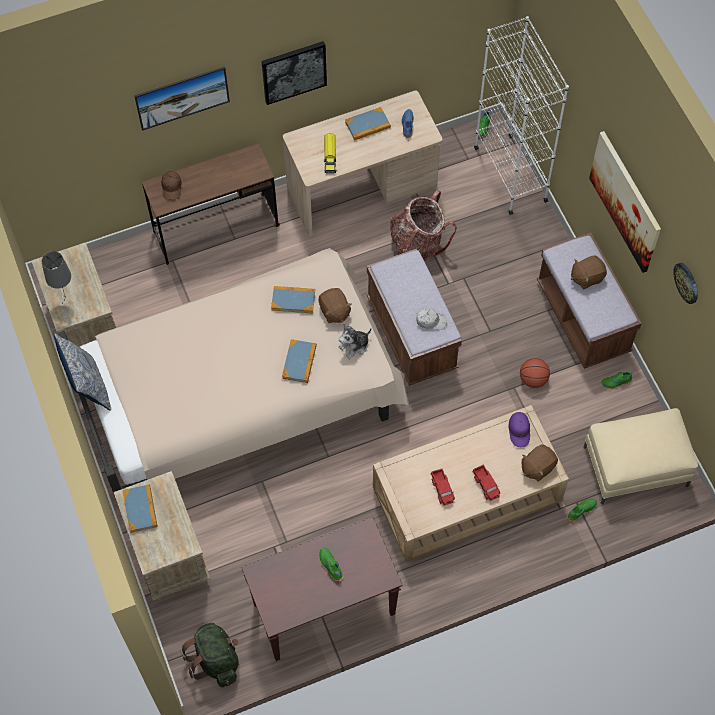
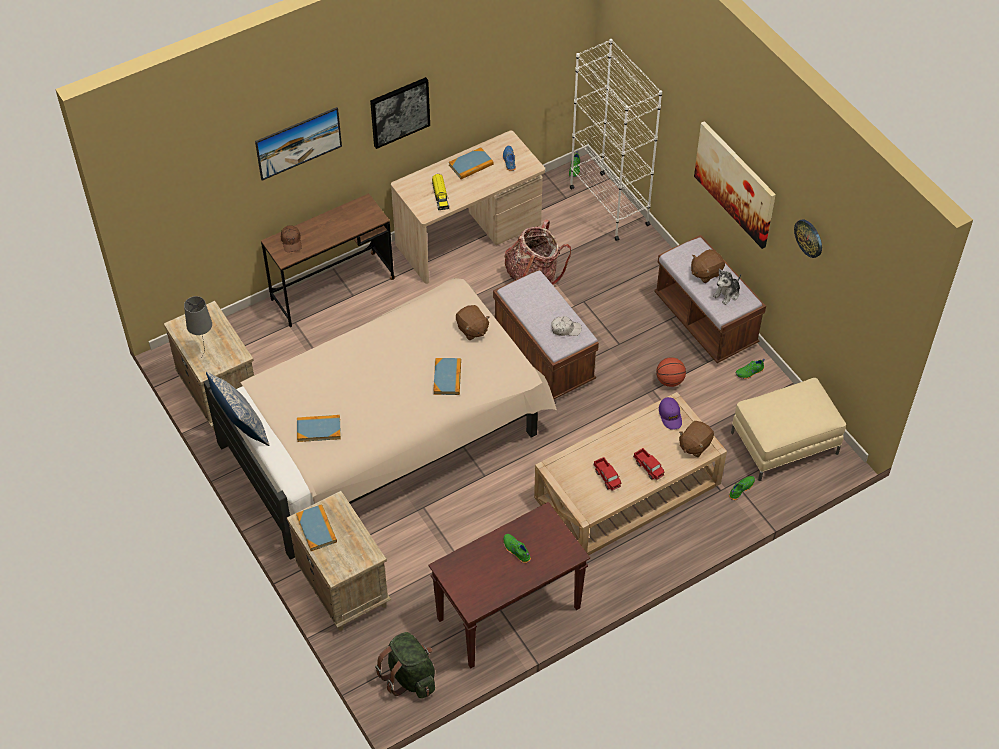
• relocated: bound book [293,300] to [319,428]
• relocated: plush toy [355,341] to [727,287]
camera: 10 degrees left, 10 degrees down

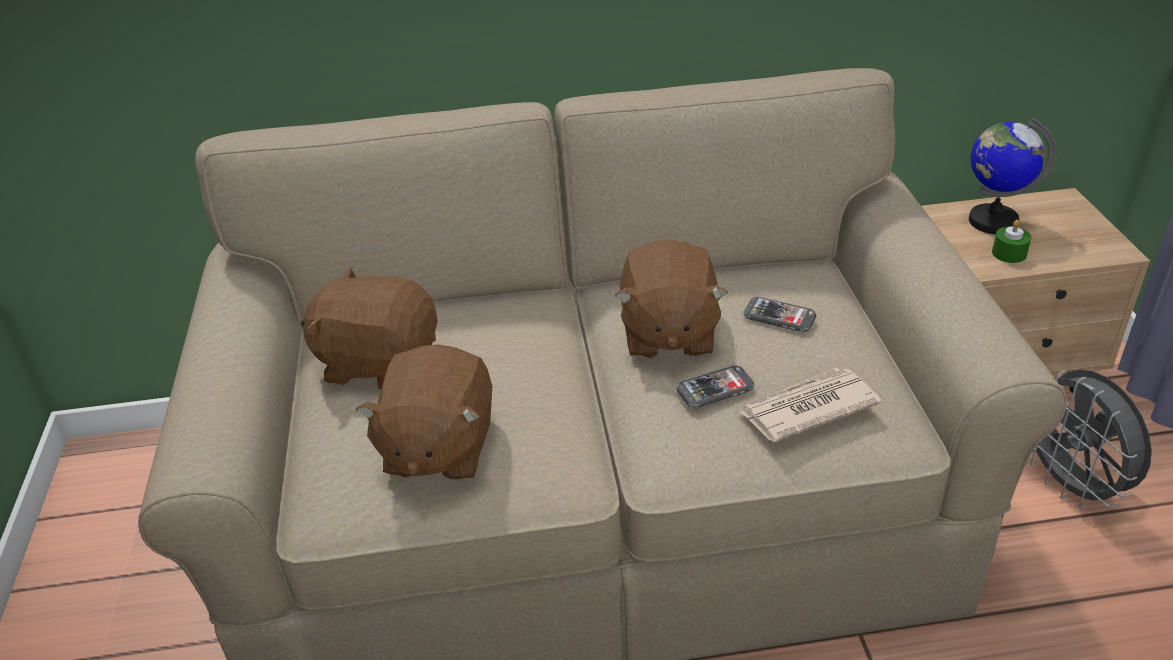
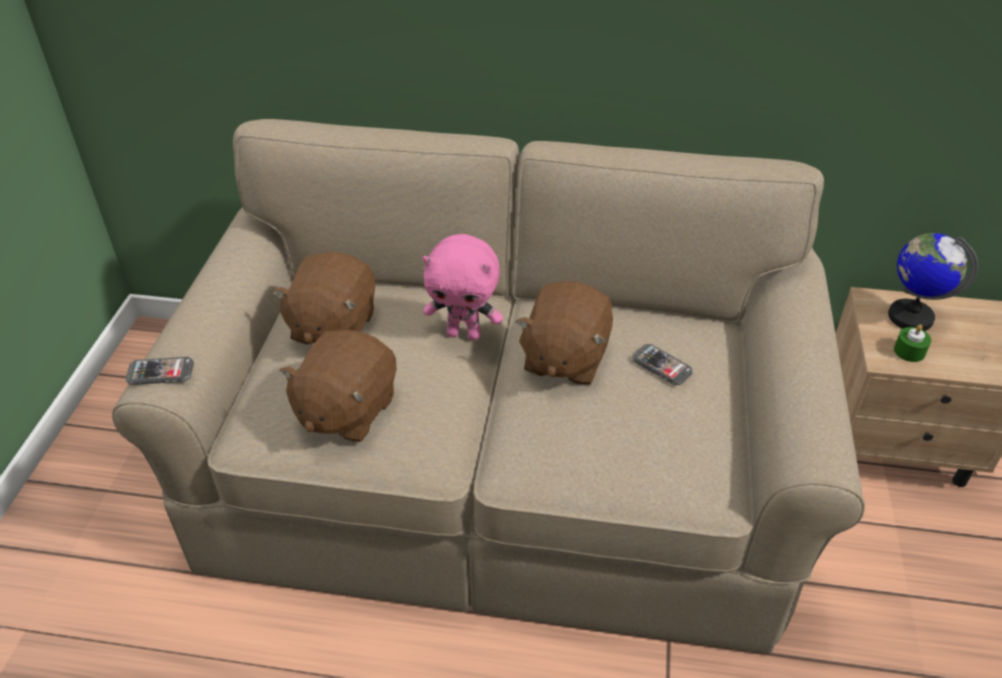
• missing: daily paper [810,405]
• missing: gray cooling fan [1091,438]
• appeared: pink-coloured plush toy [462,287]
• relocated: handset [715,386] to [160,371]
• spun: brown plush toy [369,328] = [324,298] 105 degrees counterclockwise
camera: 15 degrees right, 5 degrees up

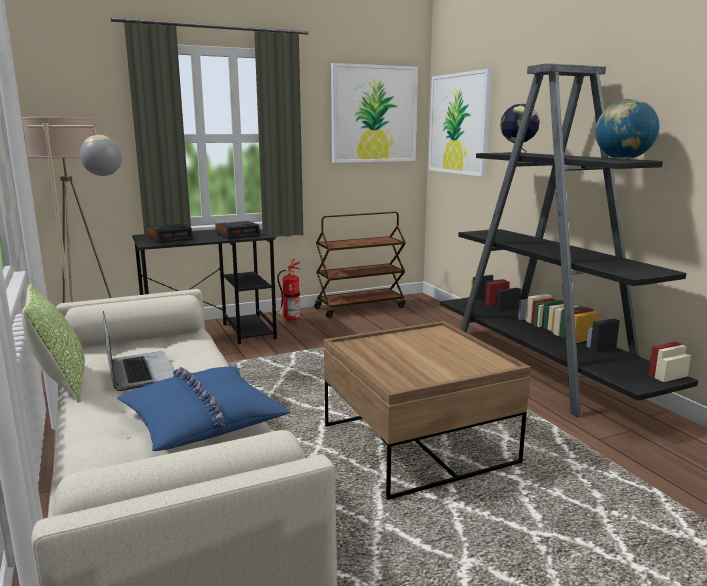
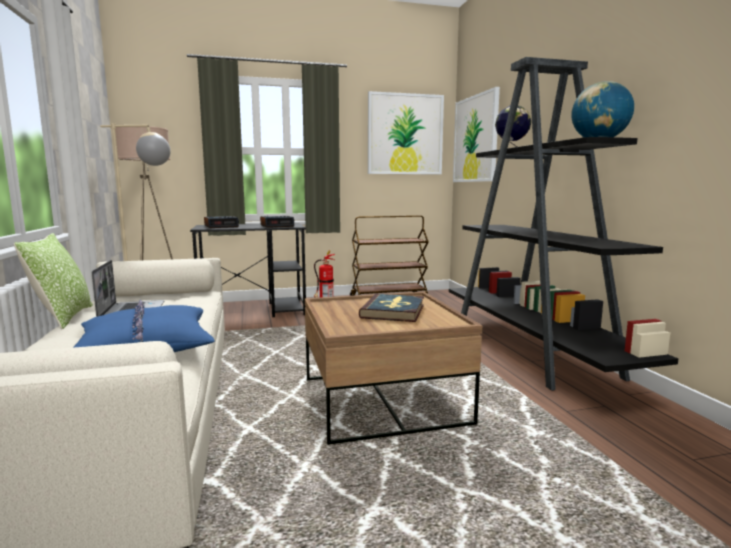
• appeared: bound book [391,308]
camera: 10 degrees right, 5 degrees down

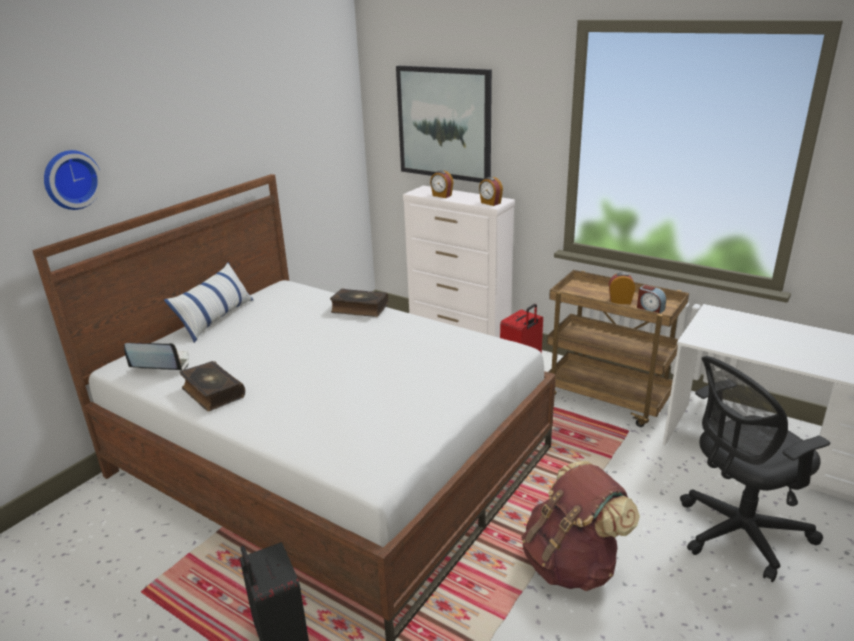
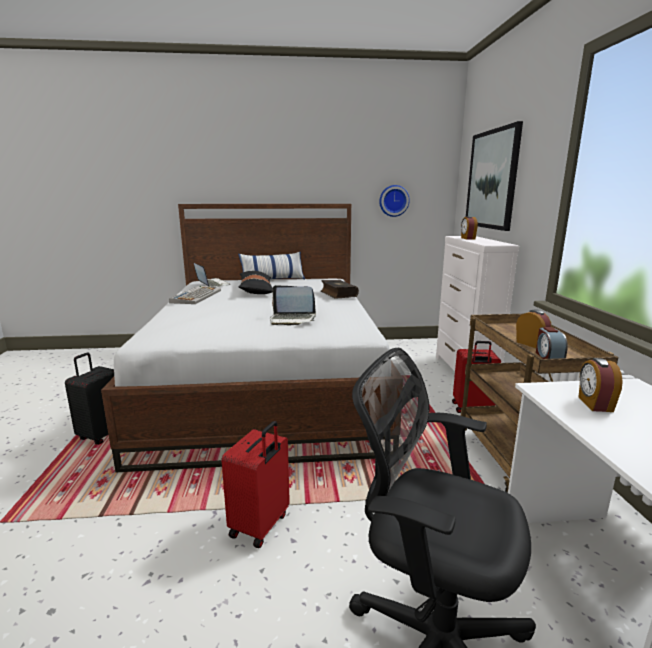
• appeared: black cushion [256,282]
• appeared: portable computer [293,305]
• relocated: hanging clock [73,180] to [394,201]
• relocated: table clock [491,191] to [601,385]
• exchanged: bound book [212,386] to PC keyboard [195,295]
• exchanged: brown backpack [580,526] to red-coloured suitcase [255,484]
camera: 50 degrees right, 10 degrees down

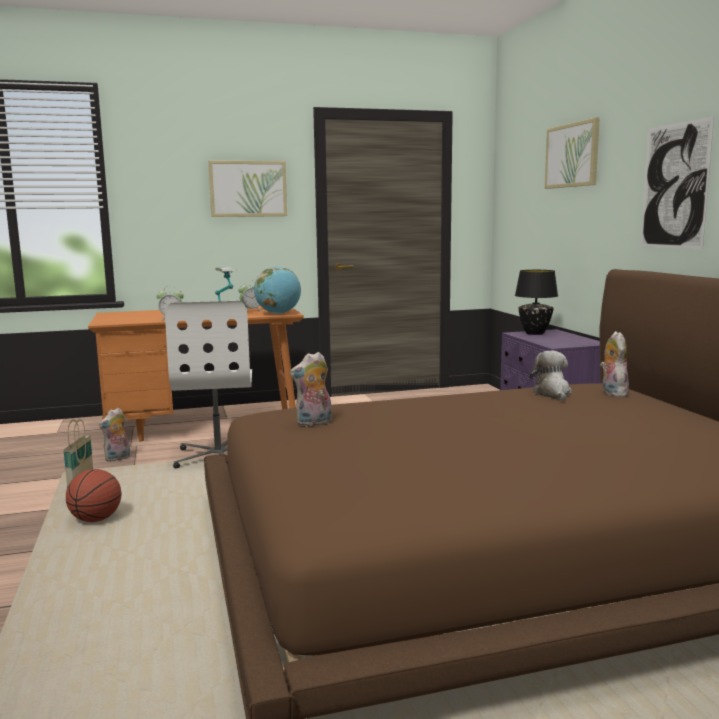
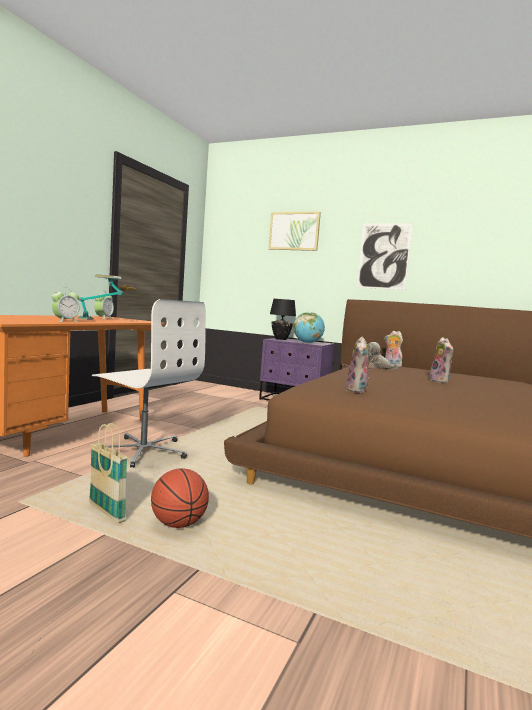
• missing: wall picture [247,188]
• relocated: plush toy [114,435] to [441,360]
• relocated: desk globe [277,290] to [309,327]
camera: 50 degrees left, 5 degrees down

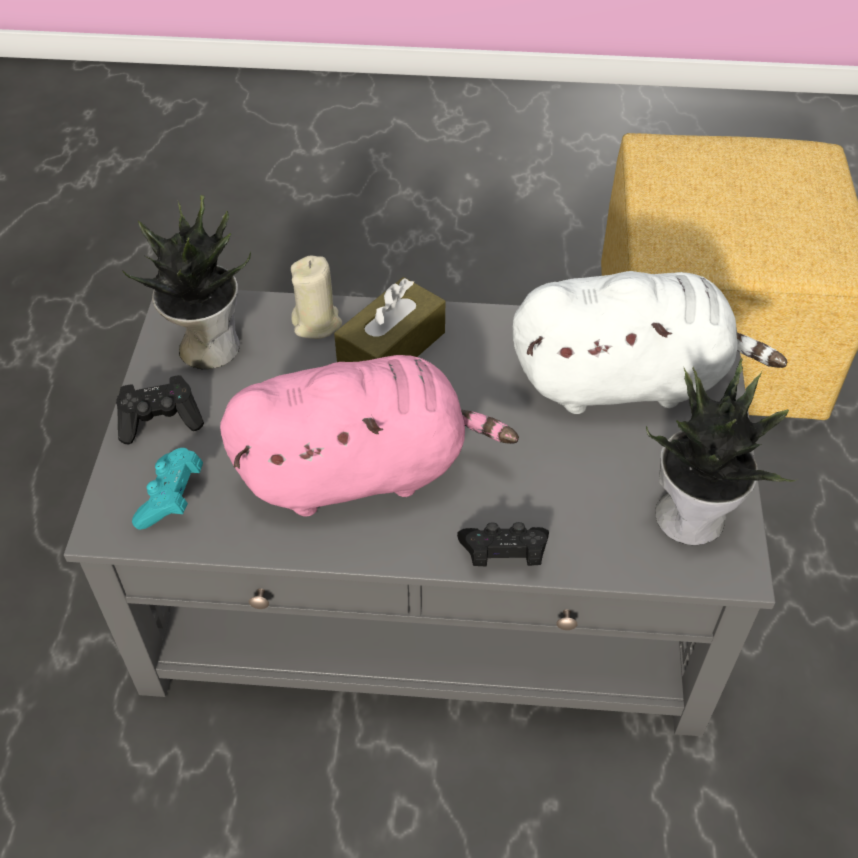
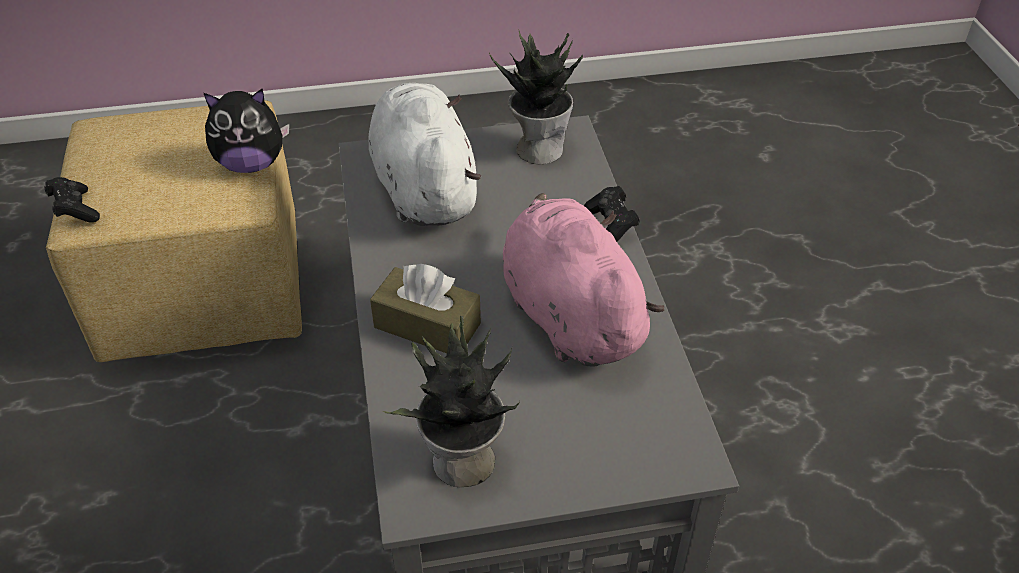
• missing: turquoise gamepad [167,489]
• missing: beige-coloured wax light [316,297]
• appeared: plush toy [247,131]
• relocated: black gamepad [160,409] to [72,200]
camera: 105 degrees left, 5 degrees down

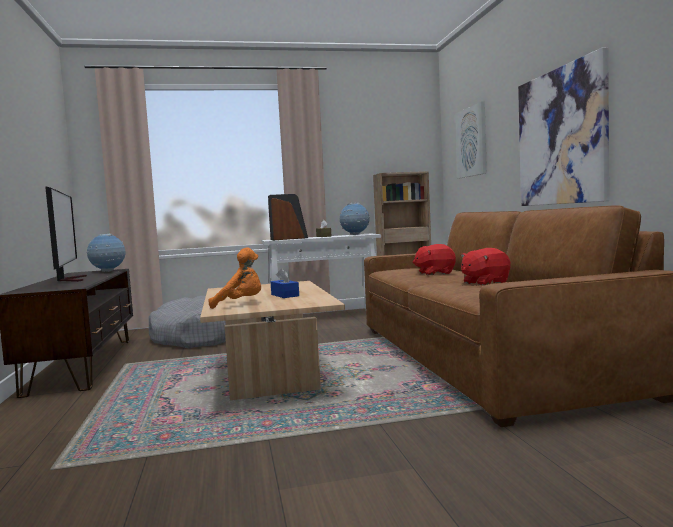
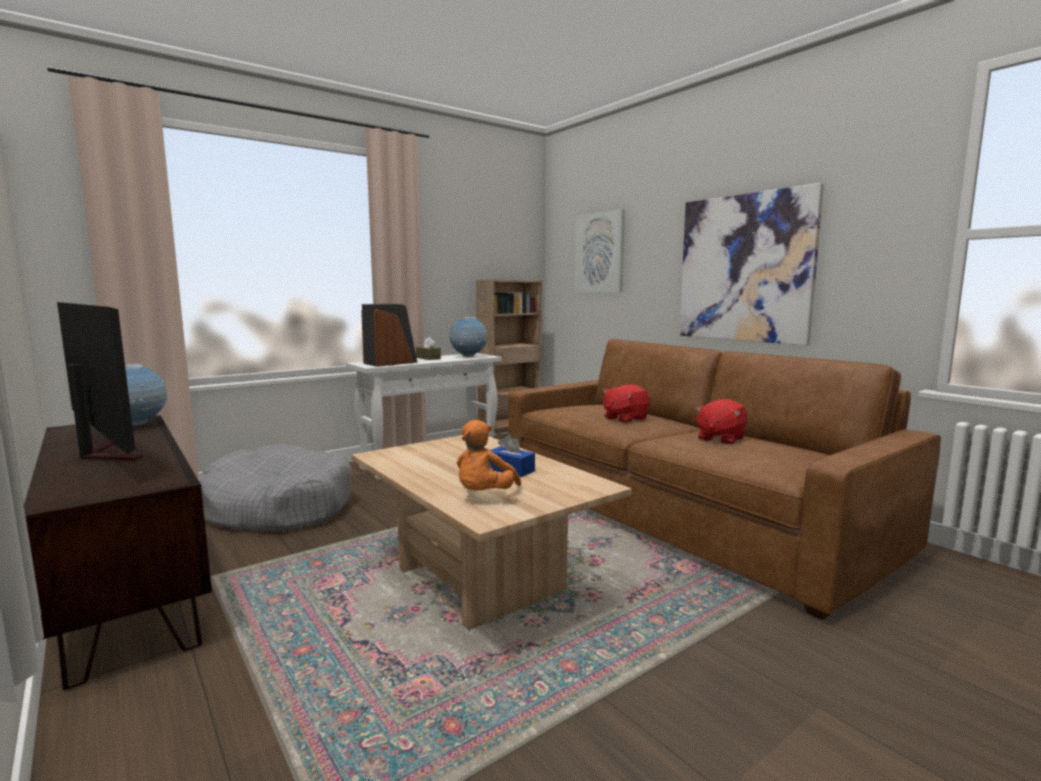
• spun: orangey plush toy [235,278] = [489,455] 135 degrees clockwise
camera: 25 degrees left, 5 degrees up

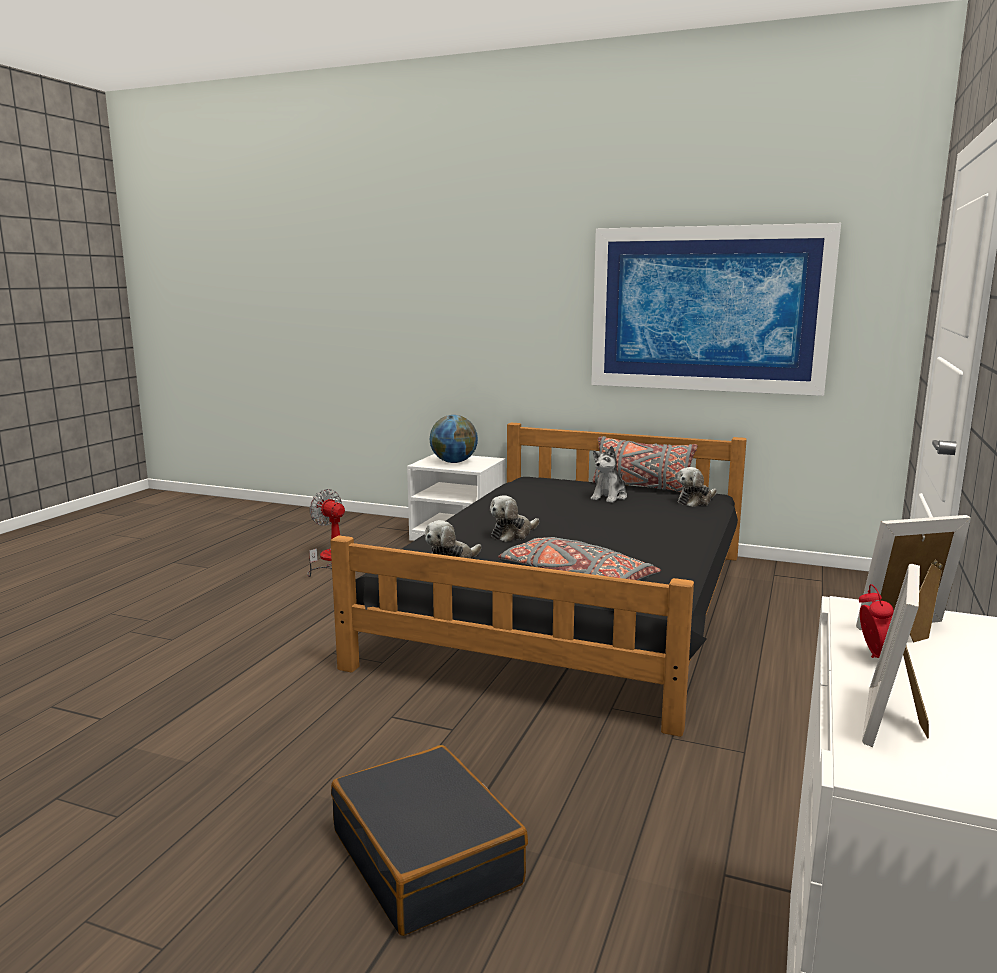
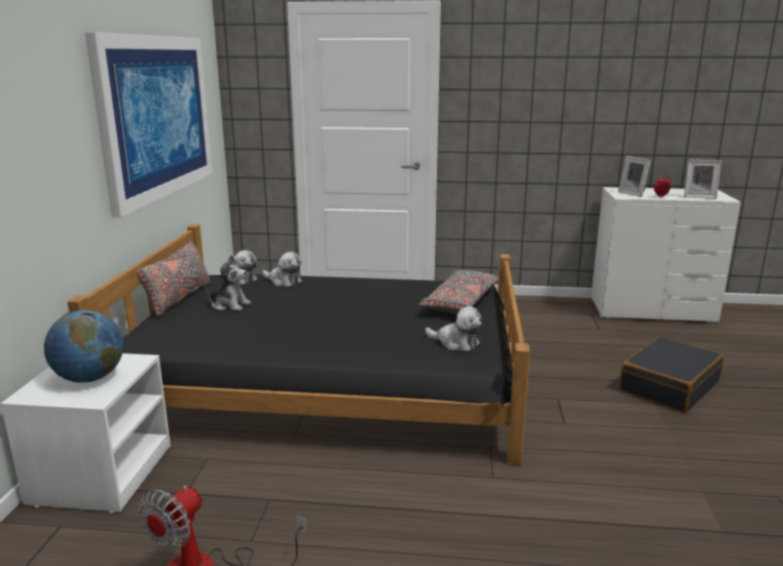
• relocated: plush toy [514,518] to [282,269]
camera: 105 degrees left, 5 degrees up

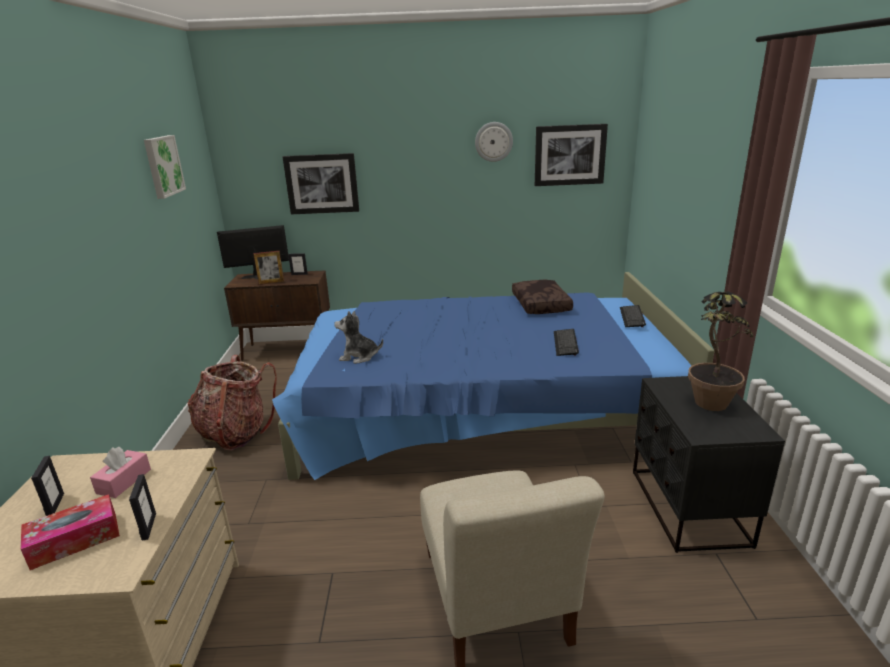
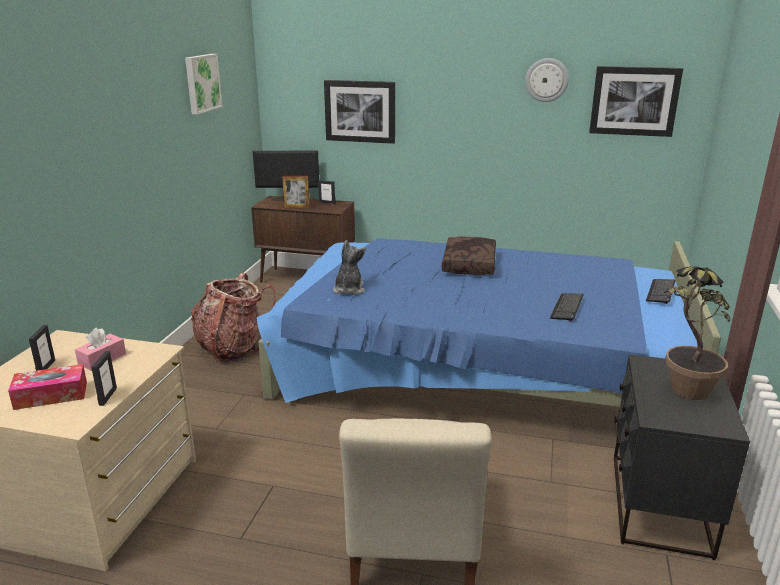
• relocated: brown cushion [542,297] to [469,255]
• spun: plush toy [358,337] = [349,267] 75 degrees clockwise
camera: 15 degrees right, 0 degrees up

